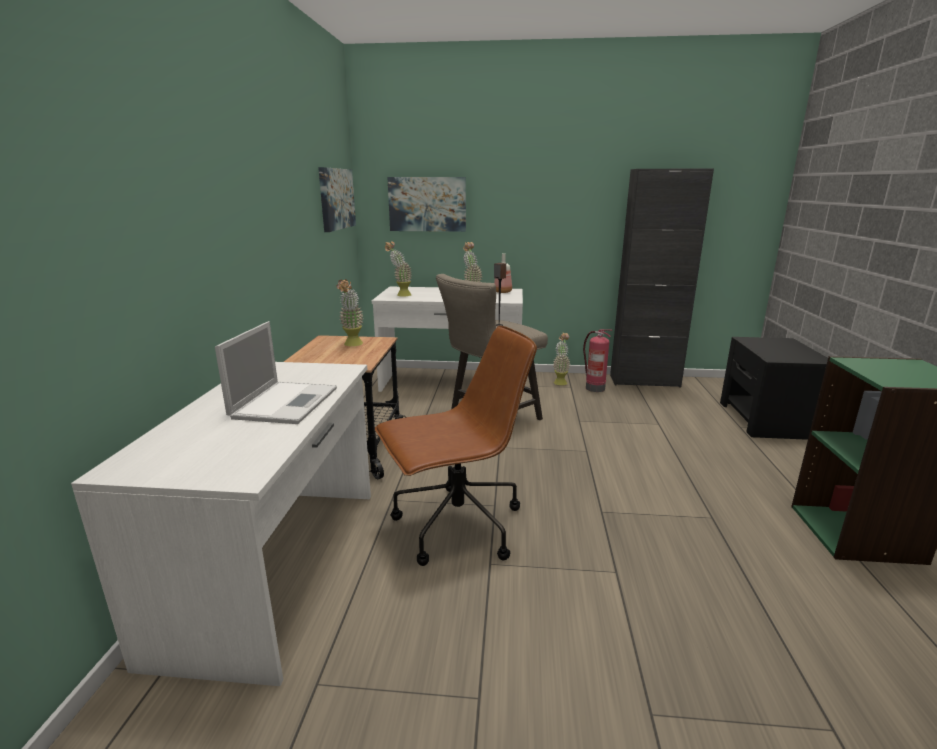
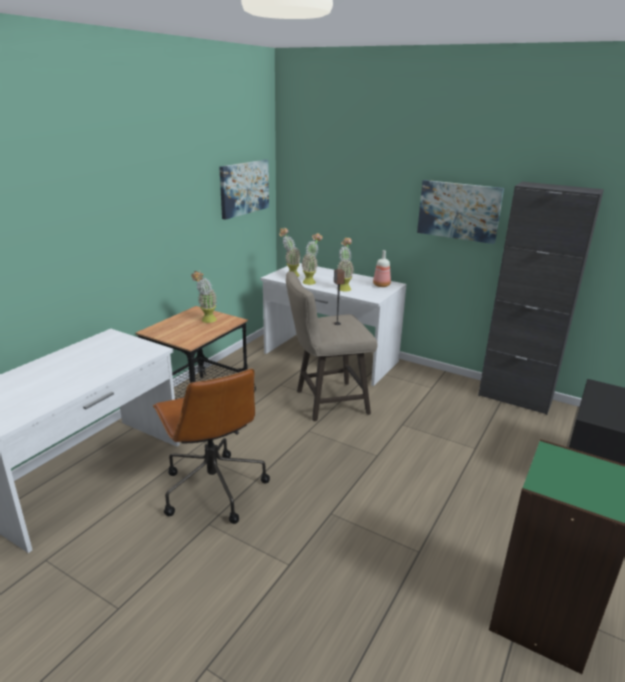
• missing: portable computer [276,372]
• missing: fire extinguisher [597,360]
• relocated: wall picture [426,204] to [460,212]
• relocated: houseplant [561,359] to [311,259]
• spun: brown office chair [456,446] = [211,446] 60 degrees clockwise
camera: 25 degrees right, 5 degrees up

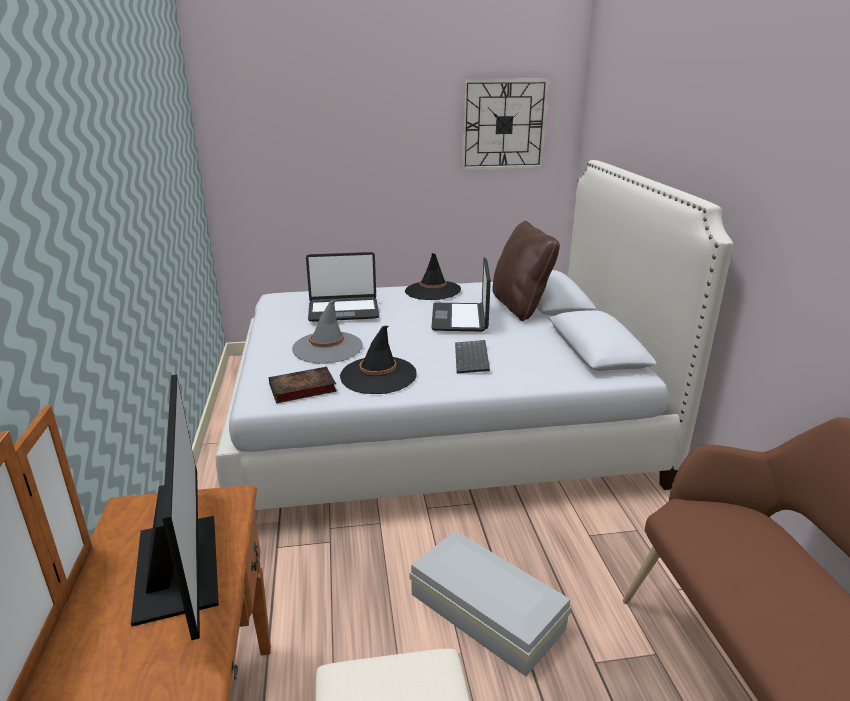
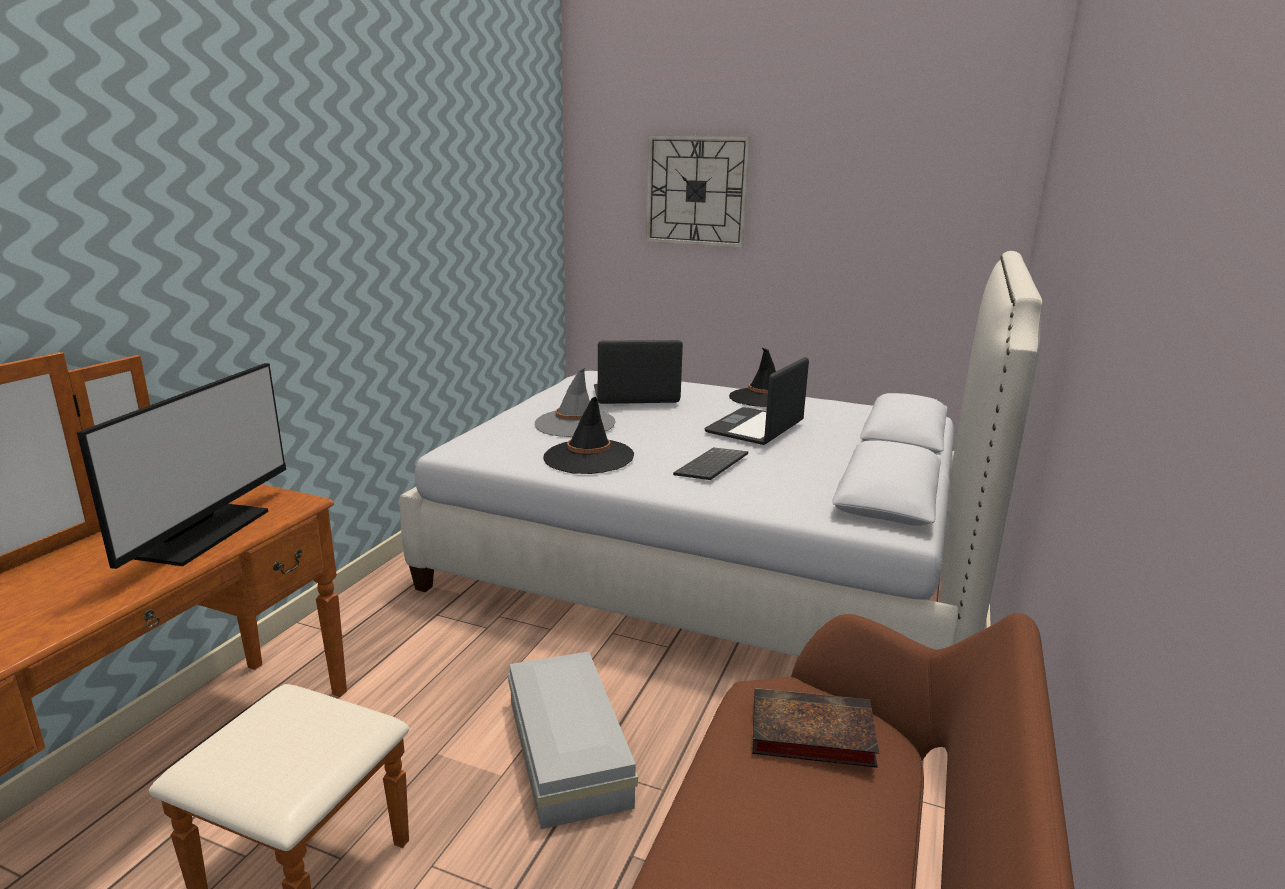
• missing: brown cushion [526,271]
• relocated: bound book [303,385] to [815,728]
• relocated: hanging clock [505,124] to [698,191]
• spun: portable computer [342,287] = [638,372] 150 degrees clockwise
camera: 30 degrees right, 5 degrees down

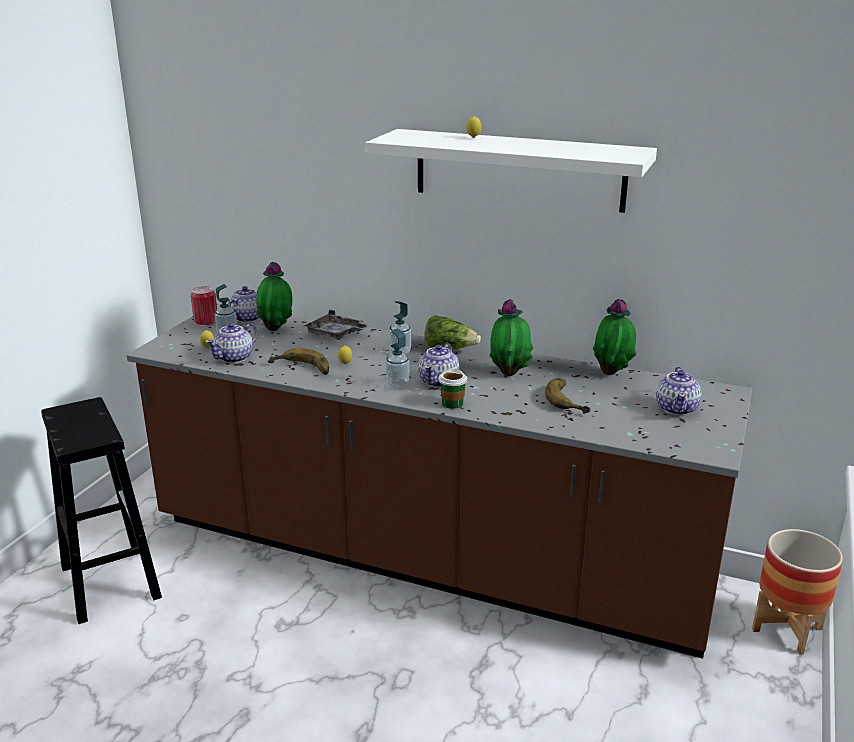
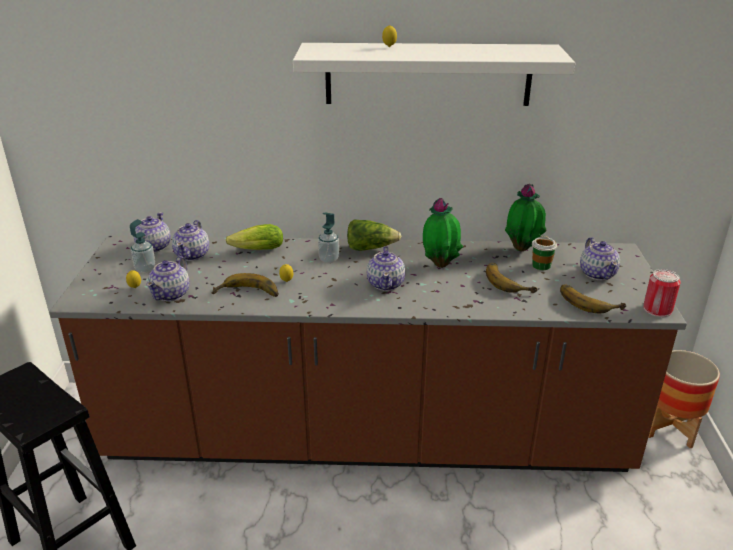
• missing: liquid soap bottle [397,358]
• appeared: banana fruit [593,299]
• relocated: sealed can [204,306] to [662,293]
• relocated: small cup [452,389] to [545,253]
• exchanged: houseplant [274,296] to pot for tea [190,240]
• exchanged: gray tray [337,325] to lettuce [254,237]
camera: 20 degrees left, 5 degrees up

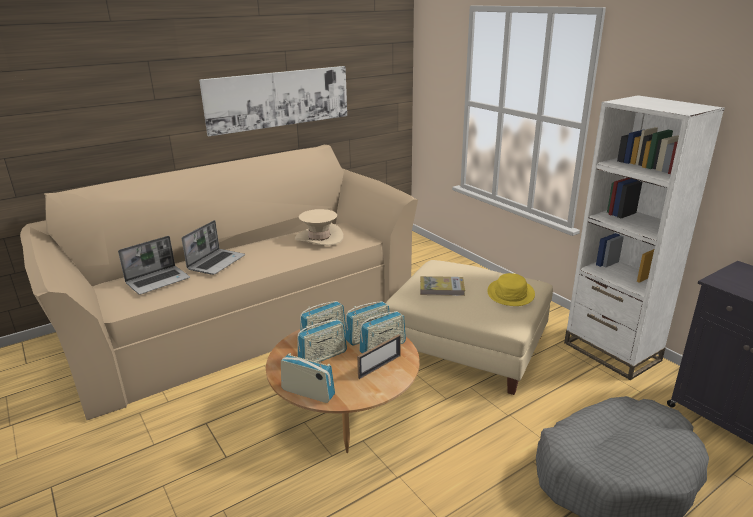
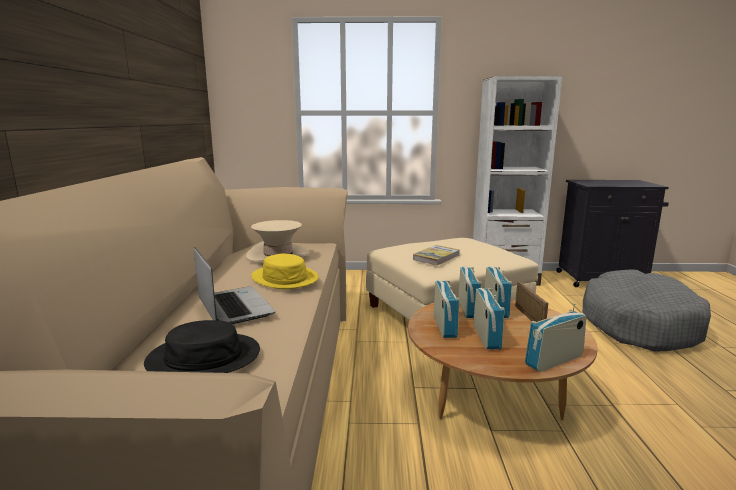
• missing: wall picture [273,101]
• relocated: yellow hat [511,289] to [285,271]
• exchanged: portable computer [154,265] to black hat [202,346]
camera: 55 degrees left, 10 degrees down

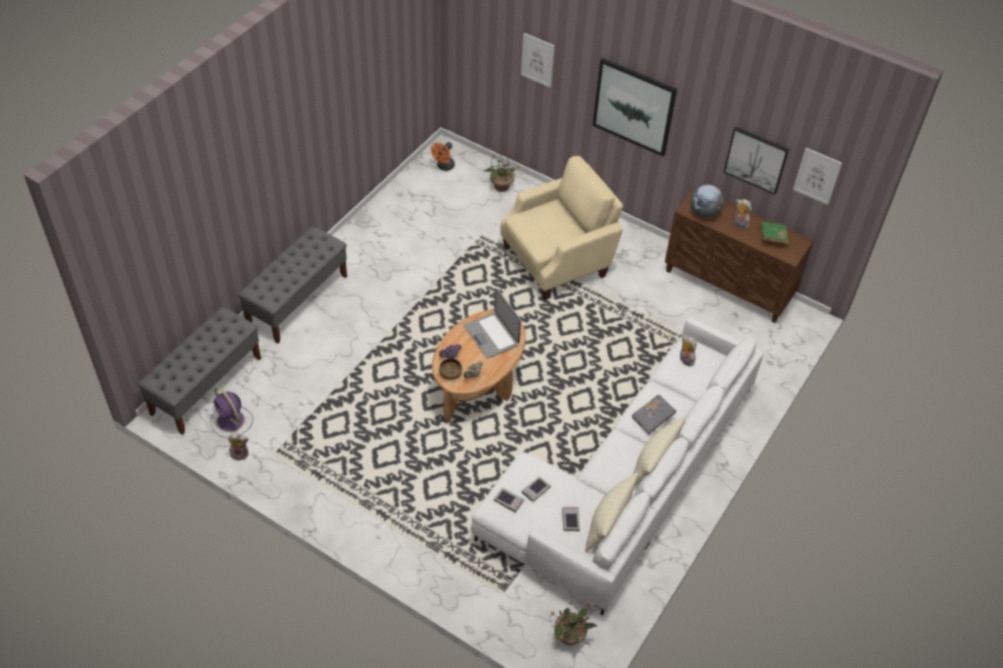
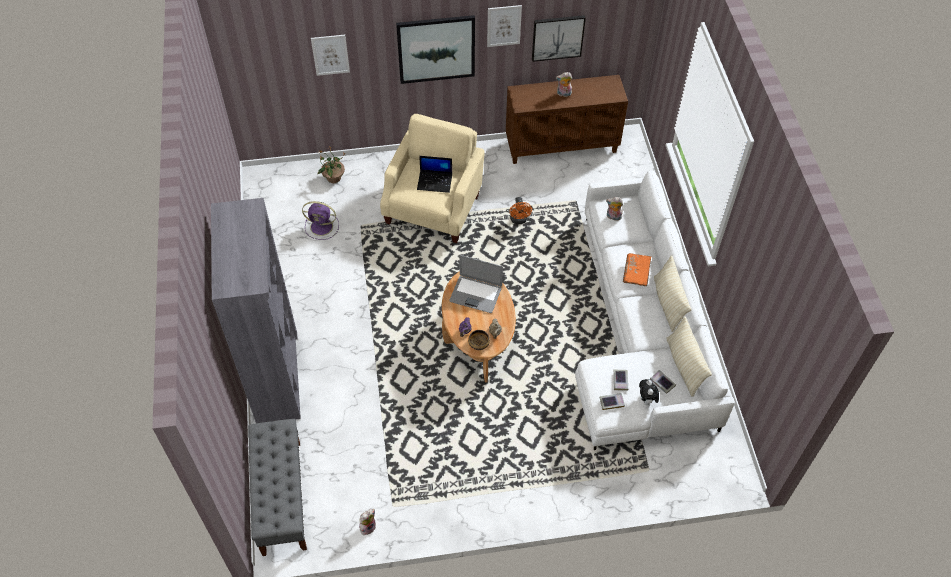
• missing: houseplant [574,623]
• missing: desk globe [707,201]
• missing: green-coloured bound book [774,232]
• appeared: portable computer [434,174]
• appeared: plush toy [649,393]
• relocated: purple cooling fan [231,412] to [320,220]
• relocated: orangey cooling fan [443,156] to [520,210]
• relocated: wall picture [817,176] to [504,26]
• exchanged: gray long seat [292,285] to gray bookcase [256,310]
• colour: gray bound book [654,415] to orangey bound book [637,269]
camera: 40 degrees left, 5 degrees up

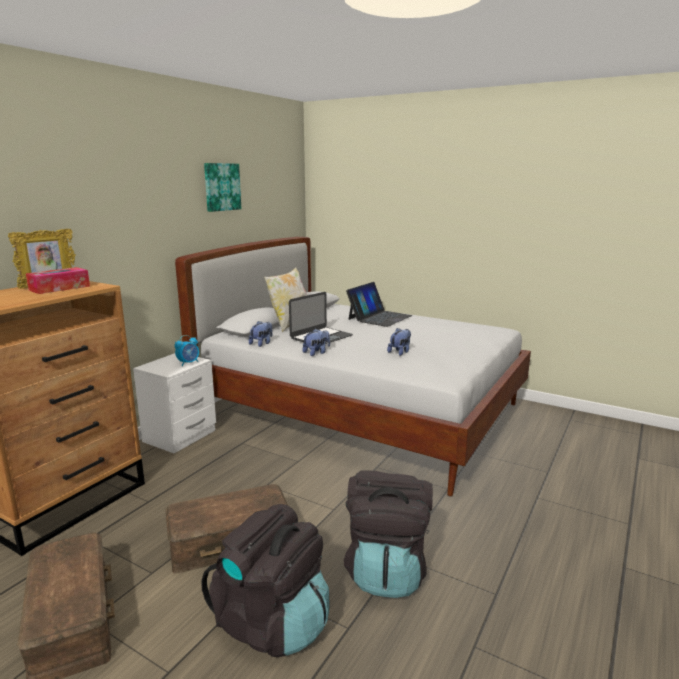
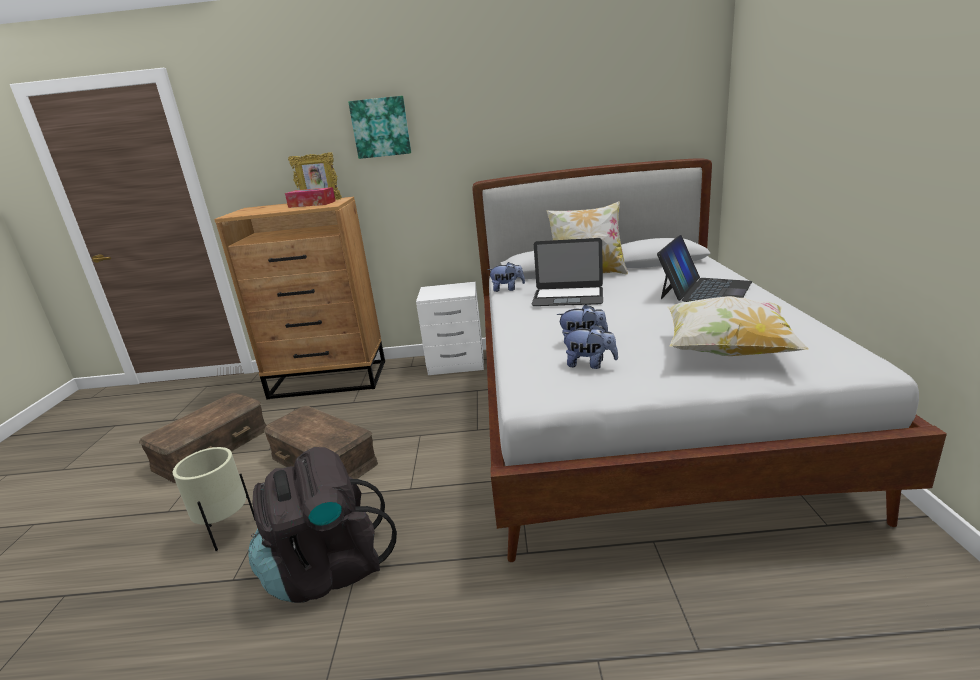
• missing: table clock [186,350]
• appeared: cushion [738,326]
• relocated: wall picture [222,187] to [379,127]
• relocated: plush toy [316,342] to [590,346]
• exchanged: black backpack [265,580] to beige-coloured planter [214,499]
• spun: portable computer [379,304] = [704,268] 60 degrees counterclockwise
camera: 60 degrees right, 5 degrees up

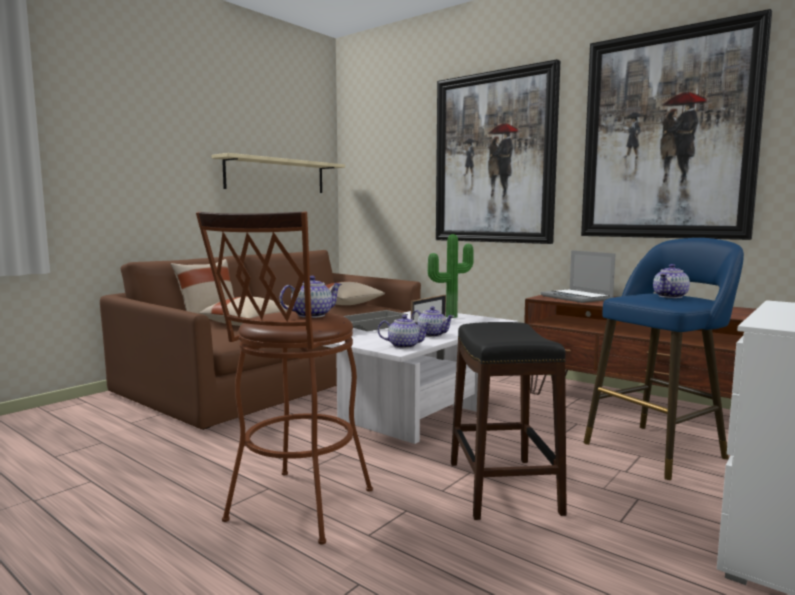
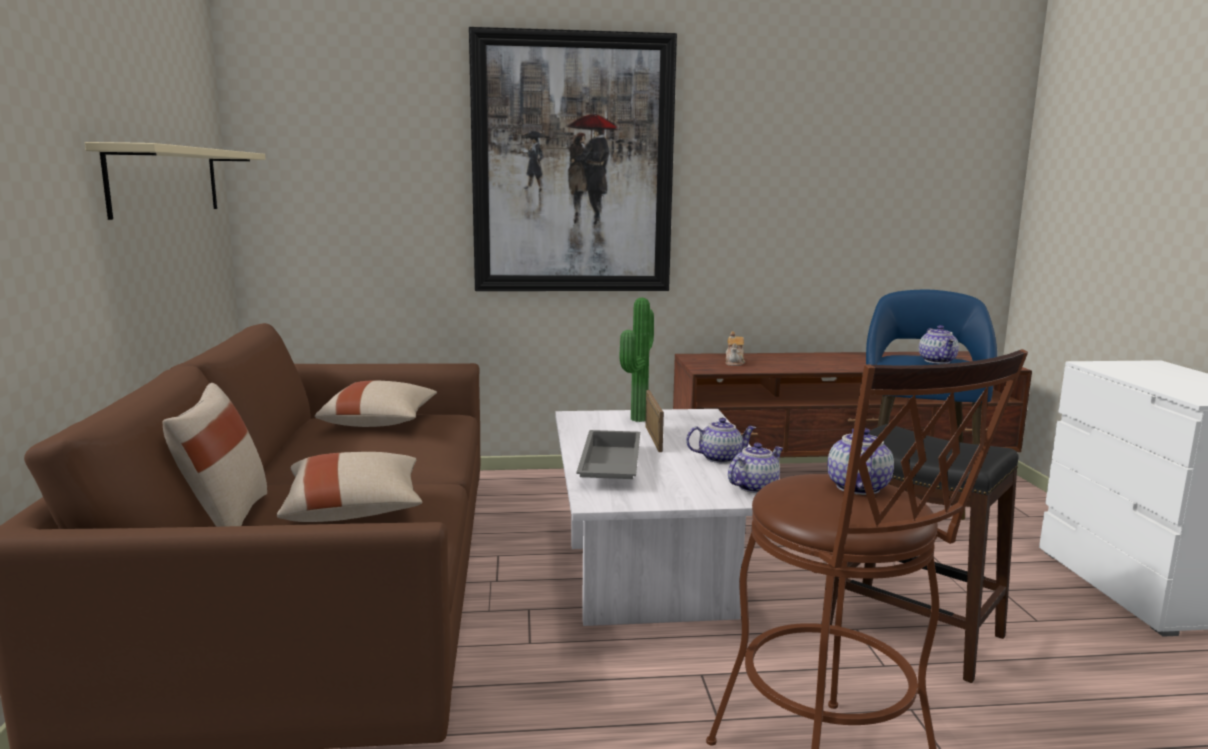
• missing: wall picture [676,124]
• exchanged: portable computer [578,276] to pot for tea [735,348]
camera: 45 degrees left, 5 degrees up

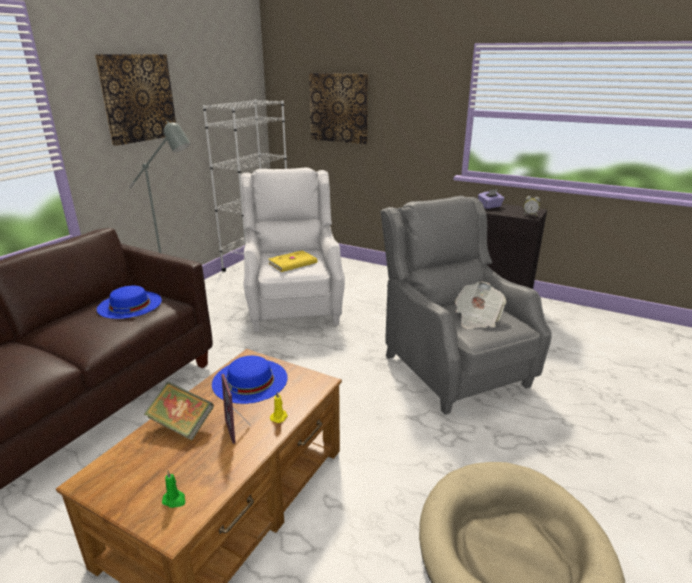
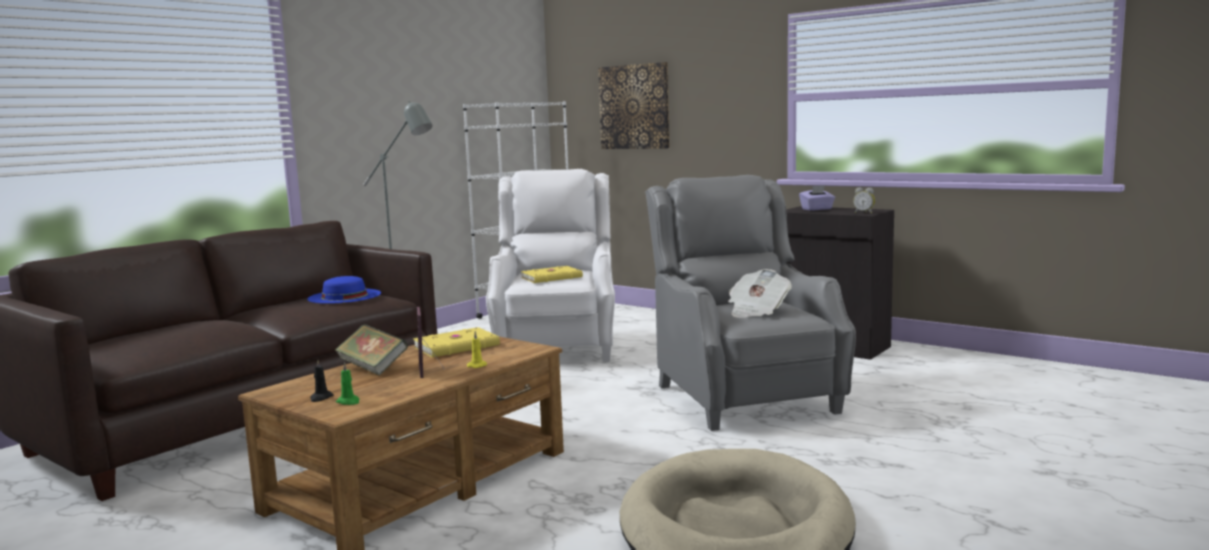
• missing: wall picture [135,100]
• appeared: black wax light [322,381]
• exchanged: bluish hat [250,380] to yellow bound book [456,342]
camera: 10 degrees right, 15 degrees down

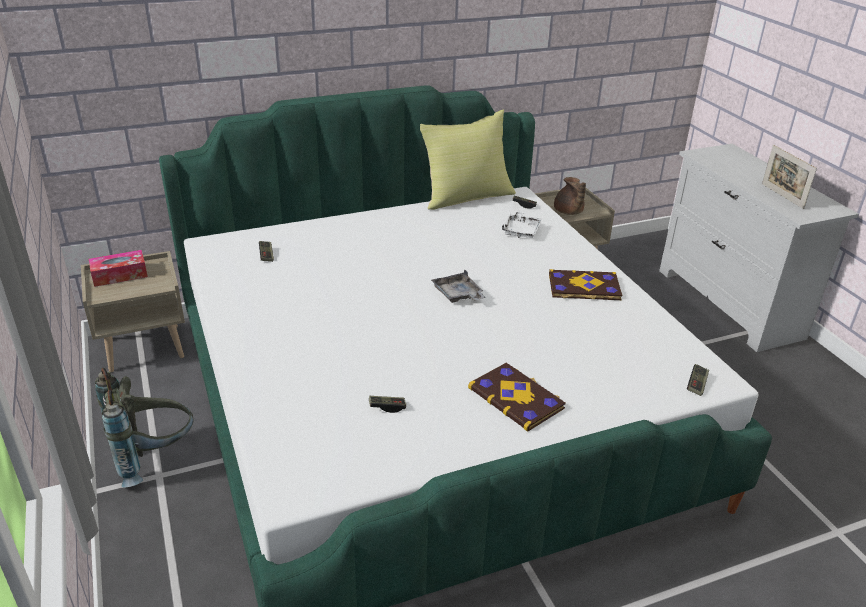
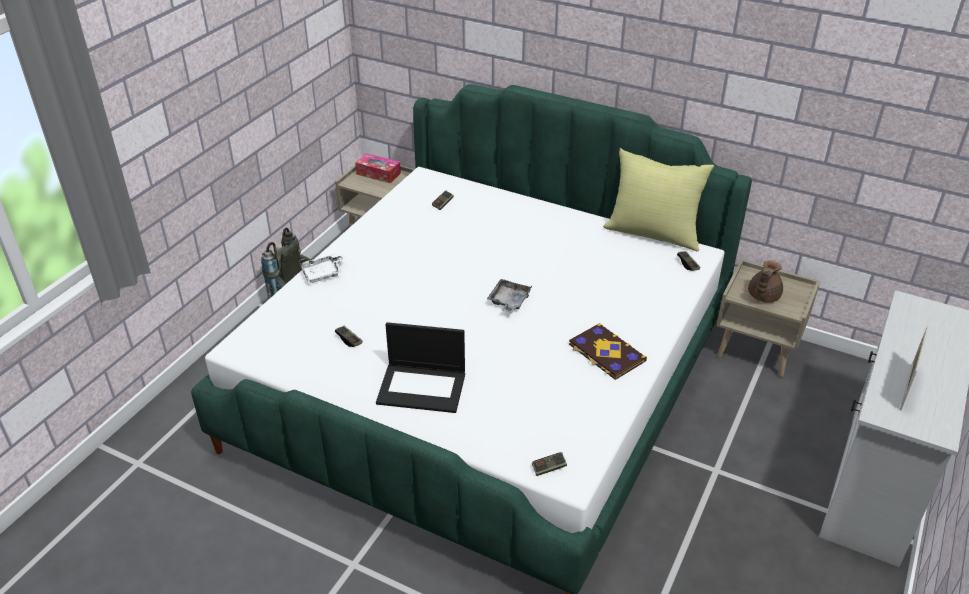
• relocated: white-coloured tray [522,224] to [322,268]
• exchanged: bound book [517,397] to portable computer [420,367]
camera: 50 degrees right, 5 degrees up

